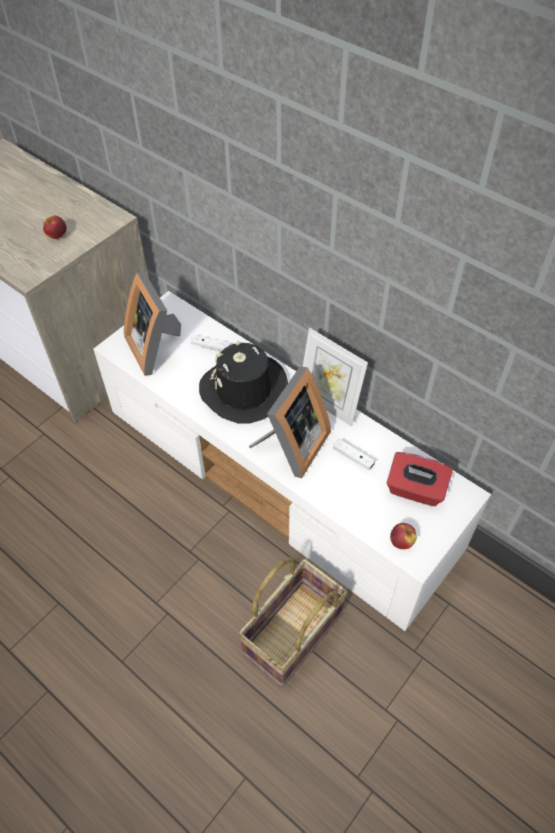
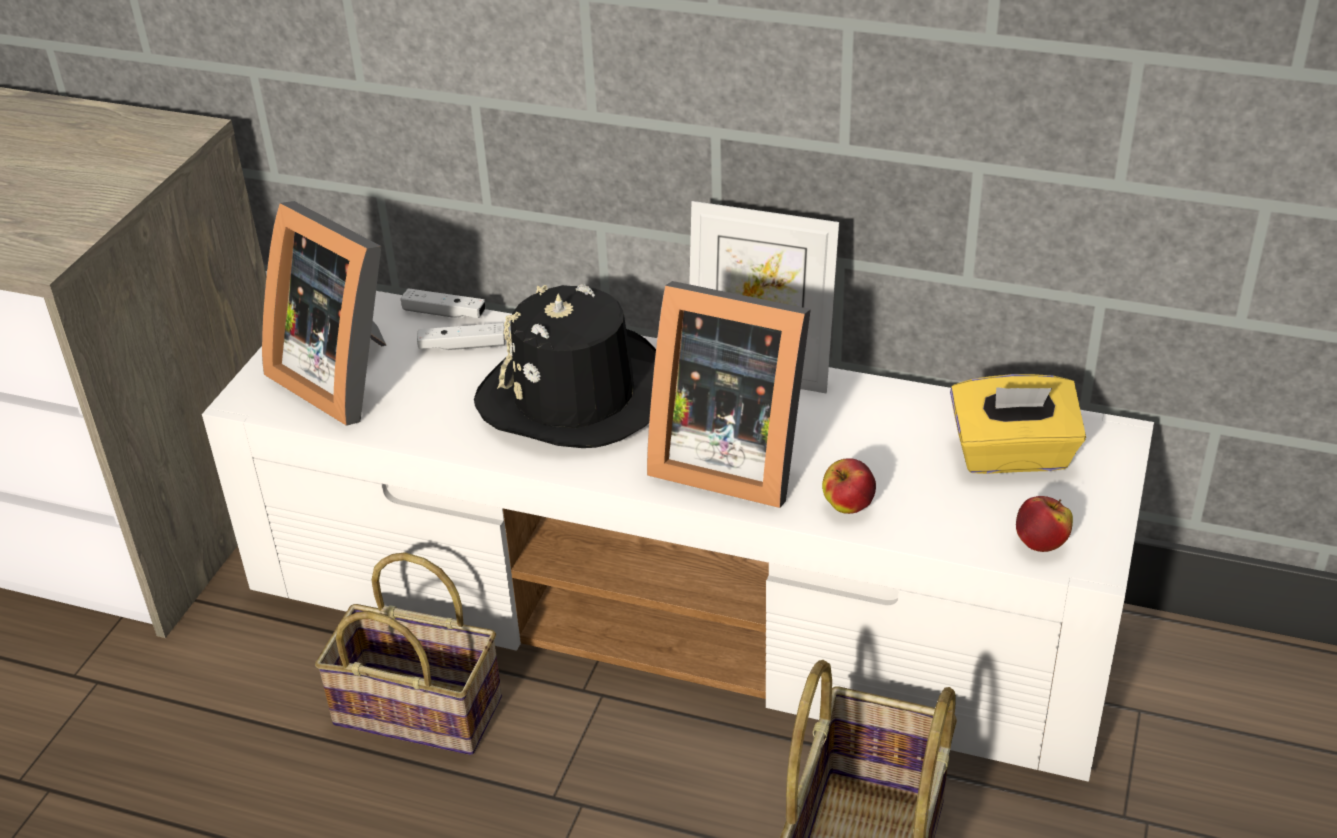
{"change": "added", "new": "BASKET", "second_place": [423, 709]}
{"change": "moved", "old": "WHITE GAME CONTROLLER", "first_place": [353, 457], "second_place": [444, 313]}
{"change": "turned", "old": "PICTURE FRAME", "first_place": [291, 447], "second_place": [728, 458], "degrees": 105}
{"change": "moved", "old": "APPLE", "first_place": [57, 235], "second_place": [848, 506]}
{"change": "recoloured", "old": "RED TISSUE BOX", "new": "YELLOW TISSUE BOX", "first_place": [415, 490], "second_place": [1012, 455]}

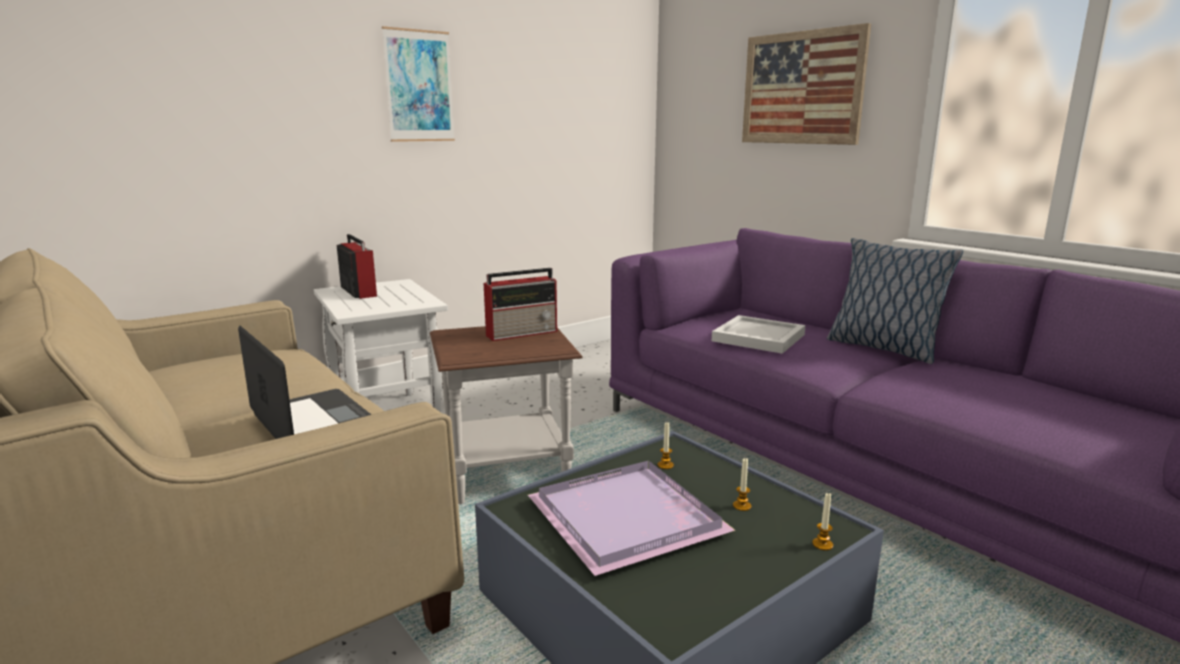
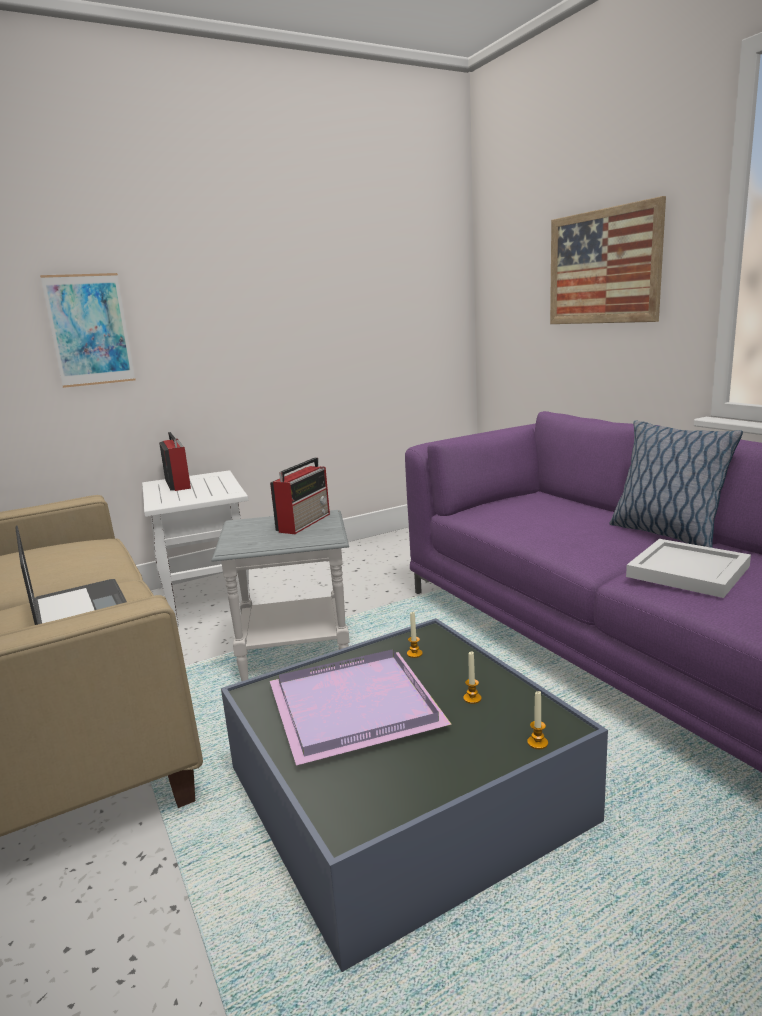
{"change": "moved", "old": "PICTURE", "first_place": [419, 86], "second_place": [89, 330]}
{"change": "recoloured", "old": "BROWN SIDE TABLE", "new": "GREY SIDE TABLE", "first_place": [508, 473], "second_place": [297, 654]}
{"change": "turned", "old": "RADIO", "first_place": [523, 333], "second_place": [305, 522], "degrees": -45}
{"change": "moved", "old": "WHITE TRAY", "first_place": [757, 338], "second_place": [686, 571]}

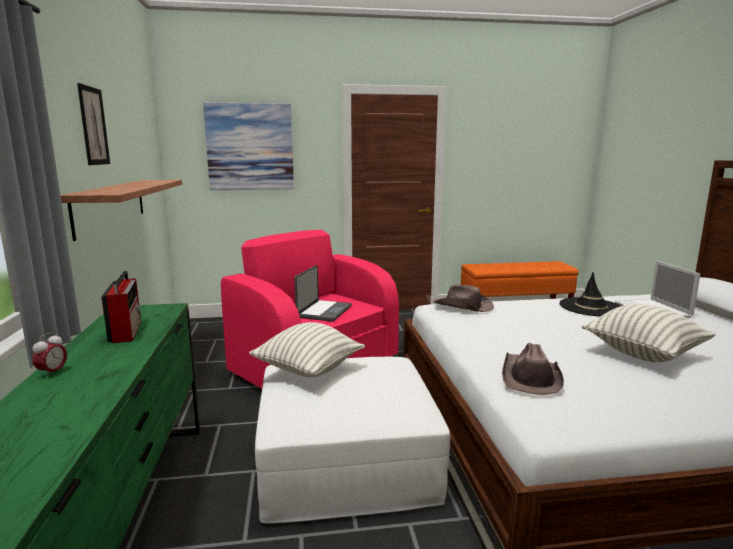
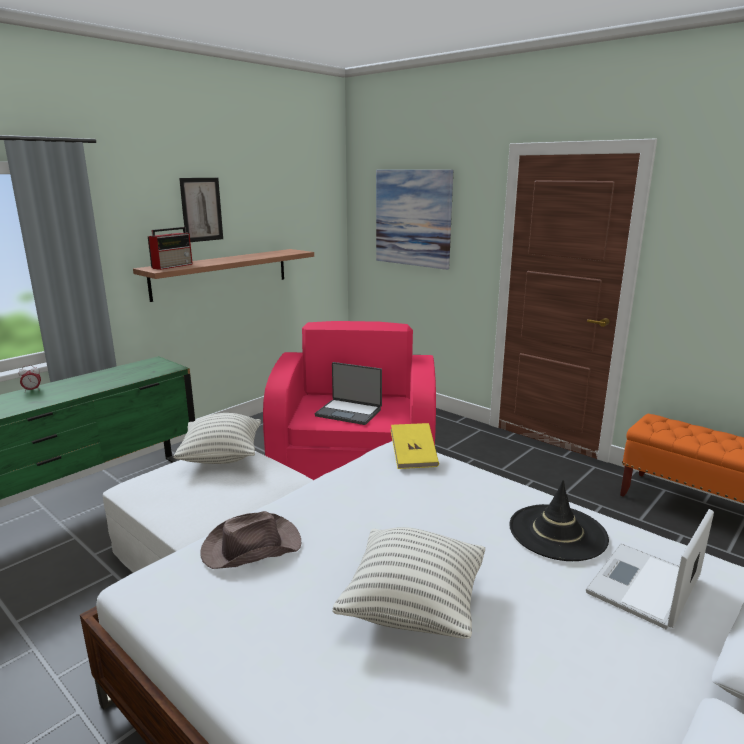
{"change": "moved", "old": "RADIO", "first_place": [126, 331], "second_place": [173, 266]}
{"change": "turned", "old": "LAPTOP", "first_place": [323, 311], "second_place": [349, 412], "degrees": 45}
{"change": "replaced", "old": "BROWN HAT", "new": "YELLOW BOOK", "first_place": [463, 306], "second_place": [413, 457]}

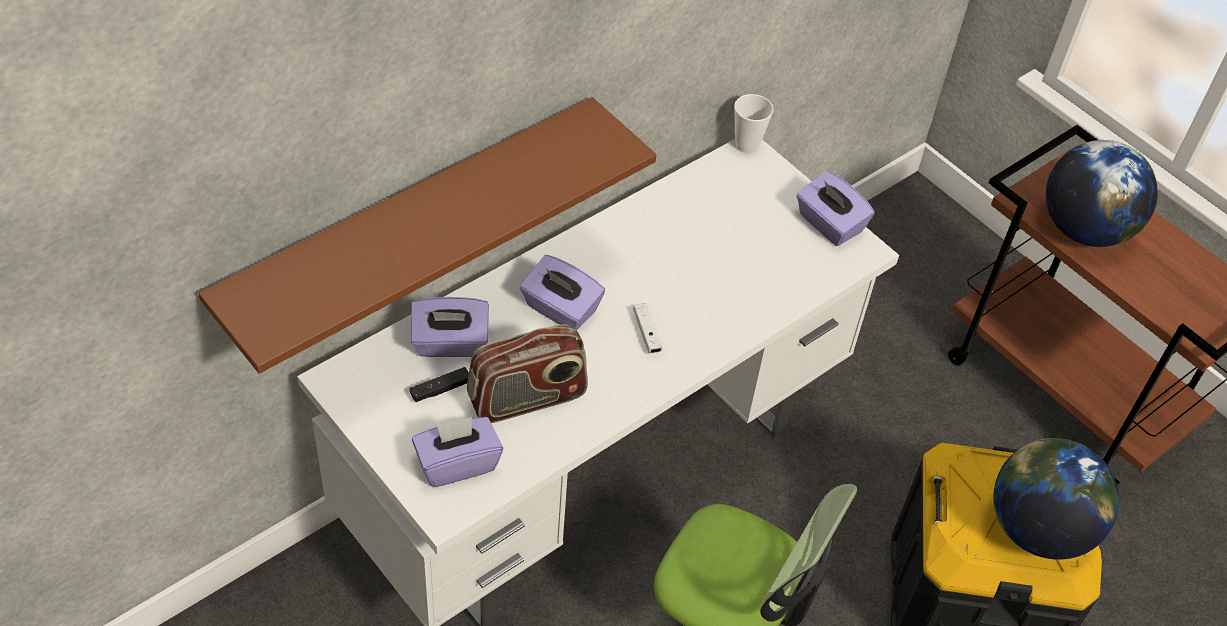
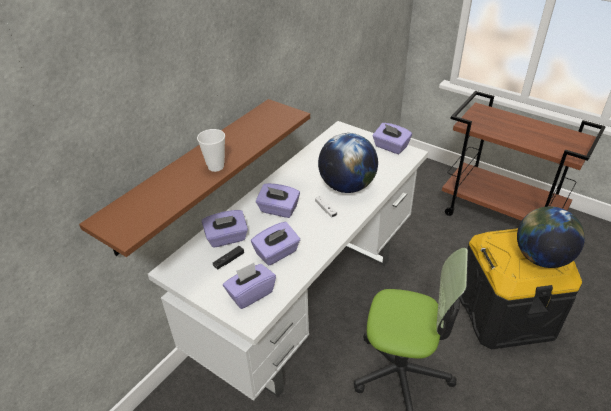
{"change": "moved", "old": "CUP", "first_place": [746, 145], "second_place": [216, 167]}
{"change": "replaced", "old": "RADIO", "new": "PURPLE TISSUE BOX", "first_place": [527, 398], "second_place": [277, 253]}
{"change": "moved", "old": "GLOBE", "first_place": [1084, 229], "second_place": [347, 186]}

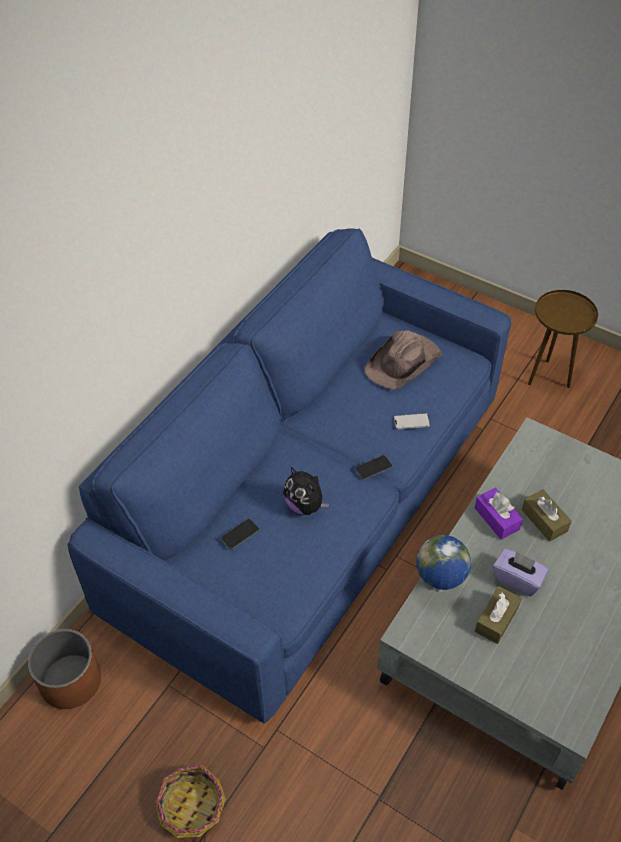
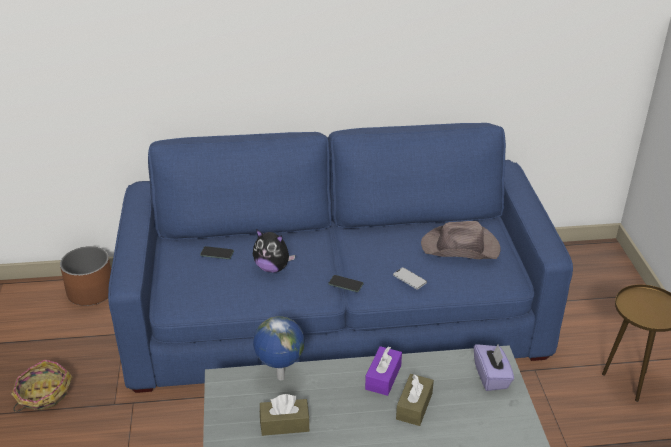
{"change": "turned", "old": "PLUSH TOY", "first_place": [305, 505], "second_place": [272, 268], "degrees": -75}
{"change": "moved", "old": "PURPLE TISSUE BOX", "first_place": [517, 579], "second_place": [491, 377]}

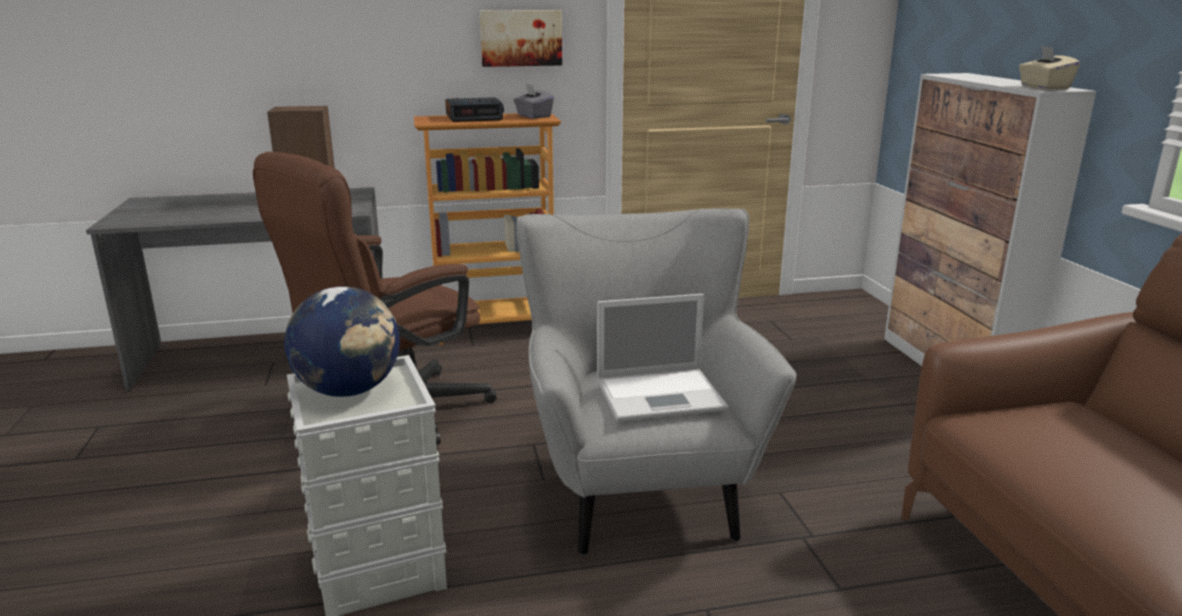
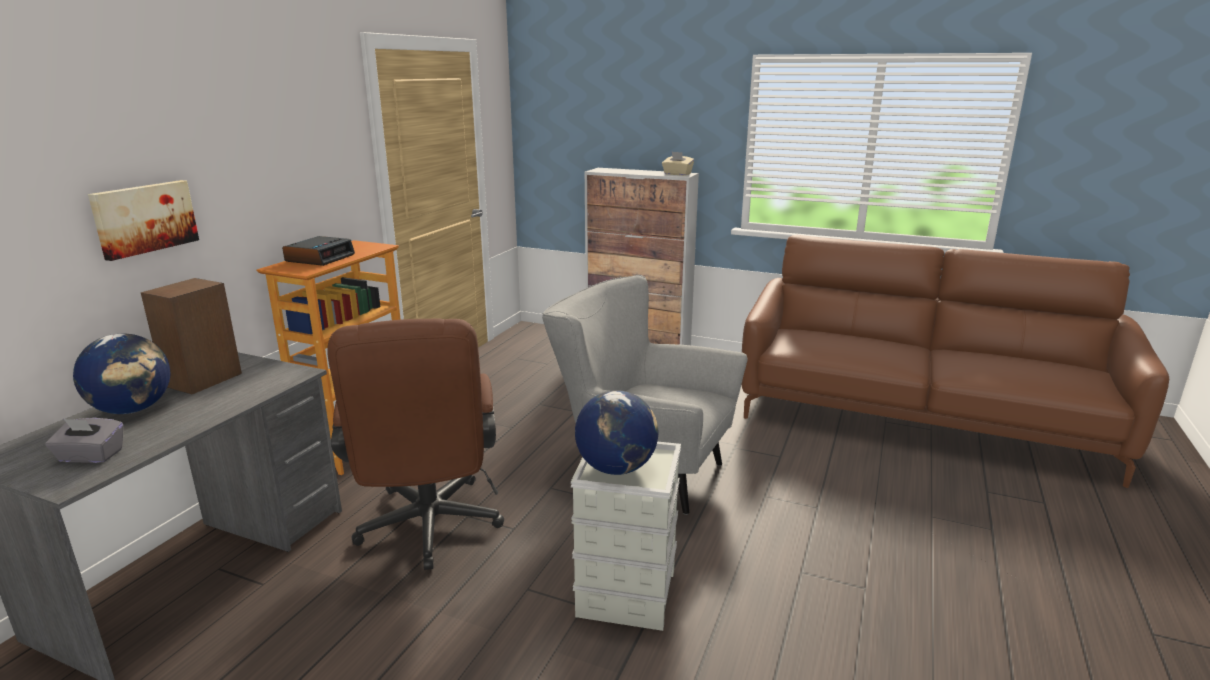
{"change": "moved", "old": "GREY TISSUE BOX", "first_place": [533, 116], "second_place": [90, 456]}
{"change": "added", "new": "GLOBE", "second_place": [133, 409]}
{"change": "moved", "old": "PICTURE", "first_place": [521, 38], "second_place": [144, 218]}
{"change": "removed", "old": "LAPTOP", "first_place": [662, 395]}

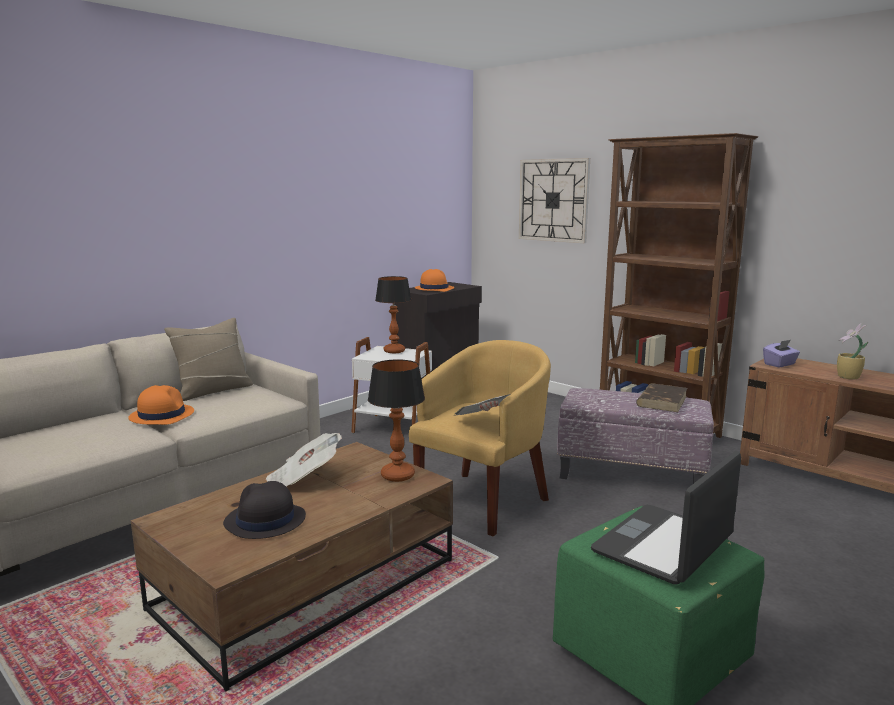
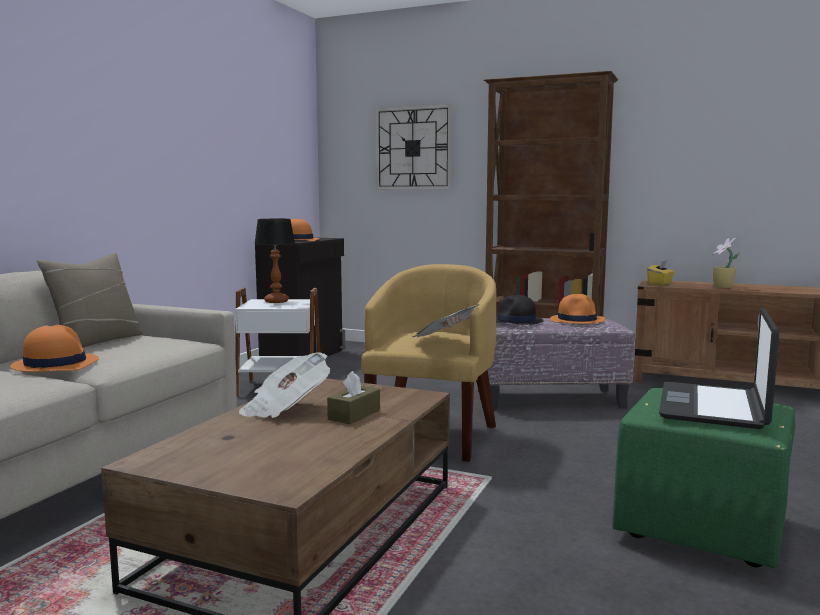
{"change": "added", "new": "BROWN TISSUE BOX", "second_place": [354, 415]}
{"change": "moved", "old": "BLACK HAT", "first_place": [264, 521], "second_place": [516, 321]}
{"change": "replaced", "old": "BROWN BOOK", "new": "ORANGE HAT", "first_place": [662, 401], "second_place": [577, 320]}
{"change": "recoloured", "old": "PURPLE TISSUE BOX", "new": "YELLOW TISSUE BOX", "first_place": [780, 364], "second_place": [660, 283]}
{"change": "removed", "old": "TABLE LAMP", "first_place": [397, 476]}

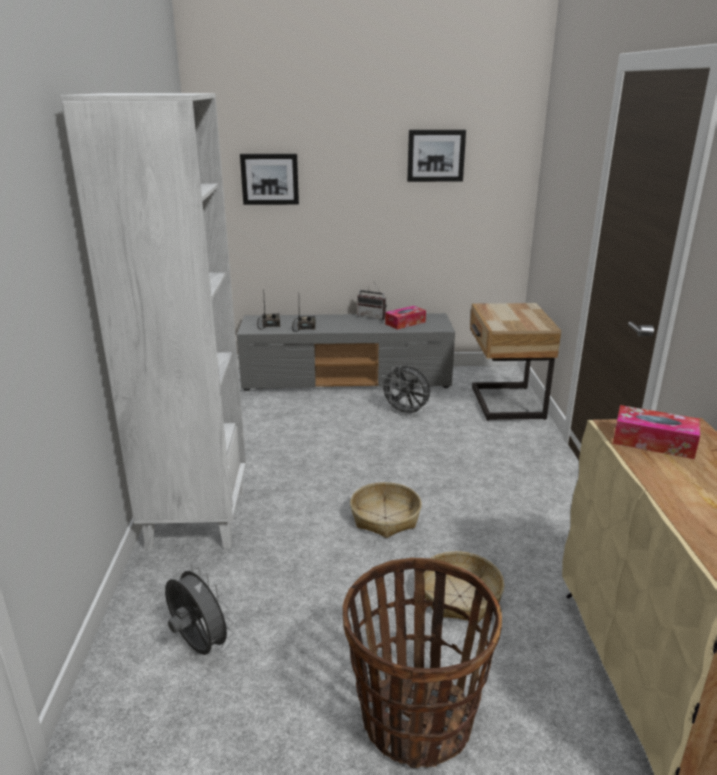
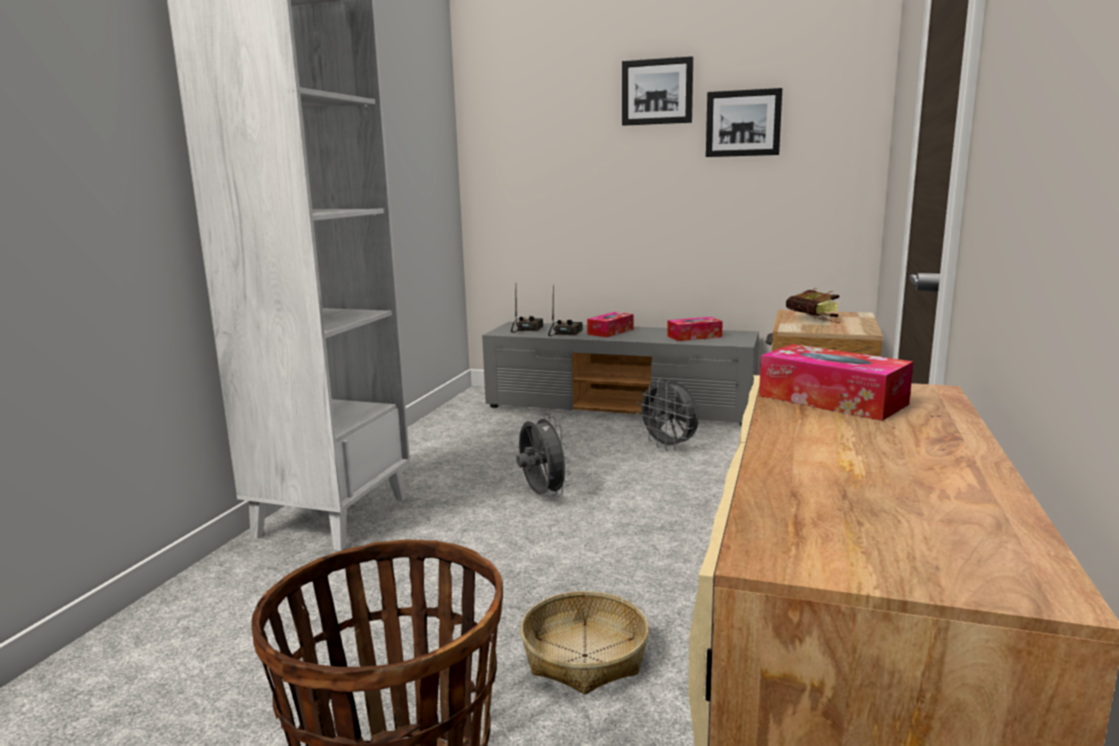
{"change": "moved", "old": "GREY FAN", "first_place": [199, 646], "second_place": [541, 495]}
{"change": "added", "new": "TISSUE BOX", "second_place": [610, 332]}
{"change": "moved", "old": "PICTURE", "first_place": [270, 179], "second_place": [657, 92]}
{"change": "added", "new": "BOOK", "second_place": [815, 320]}
{"change": "removed", "old": "BASKET", "first_place": [385, 517]}
{"change": "removed", "old": "RADIO", "first_place": [373, 316]}

